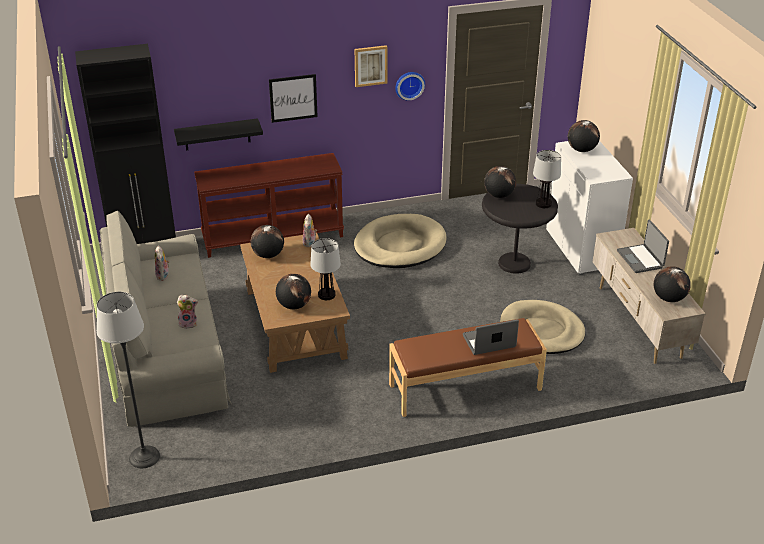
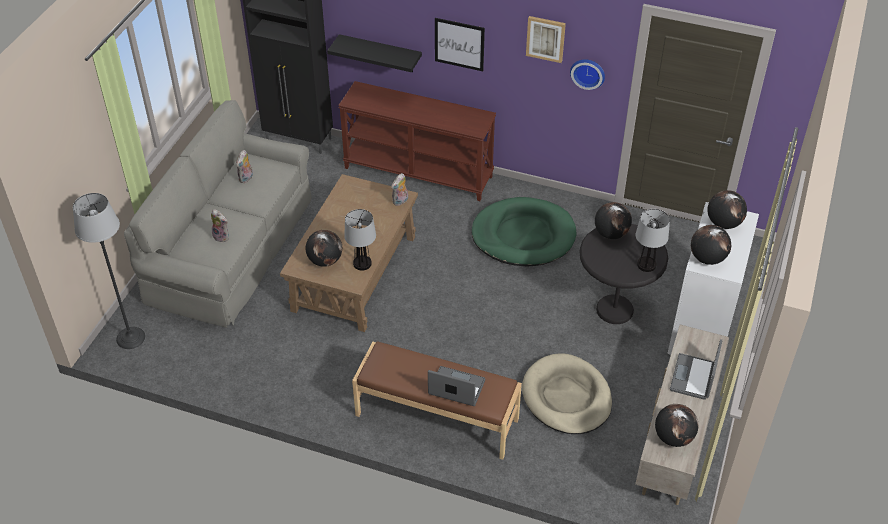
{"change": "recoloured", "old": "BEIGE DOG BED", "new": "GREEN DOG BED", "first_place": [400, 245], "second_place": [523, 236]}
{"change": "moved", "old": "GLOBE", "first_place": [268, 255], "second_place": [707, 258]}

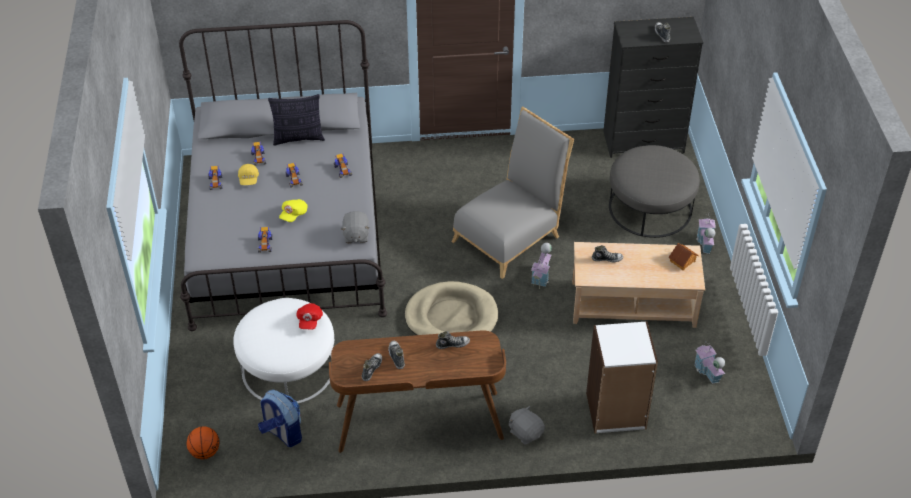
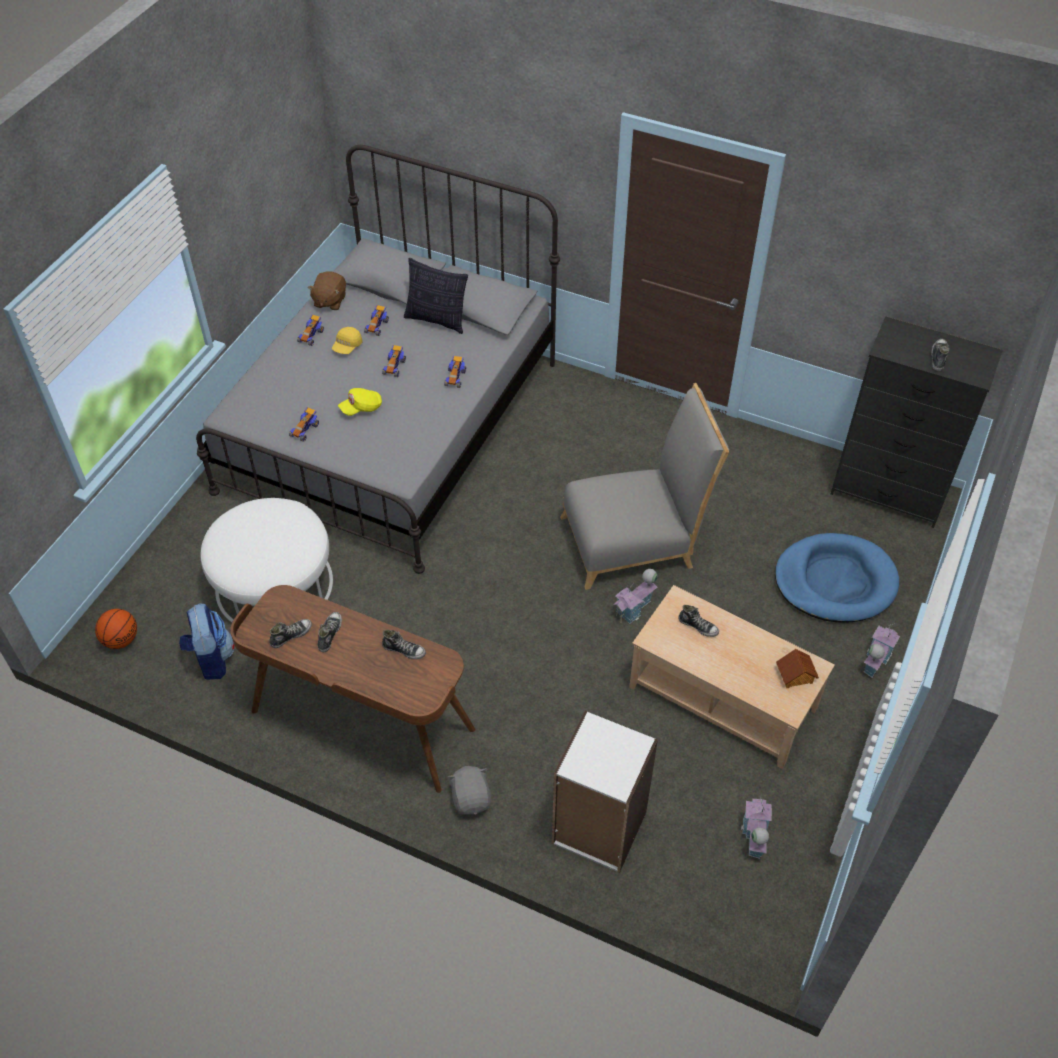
{"change": "added", "new": "BROWN PLUSH TOY", "second_place": [329, 301]}
{"change": "replaced", "old": "GREY OTTOMAN", "new": "BLUE DOG BED", "first_place": [650, 208], "second_place": [835, 581]}
{"change": "removed", "old": "RED CAP", "first_place": [309, 321]}
{"change": "removed", "old": "GREY PLUSH TOY", "first_place": [356, 235]}
{"change": "removed", "old": "BEIGE DOG BED", "first_place": [451, 317]}

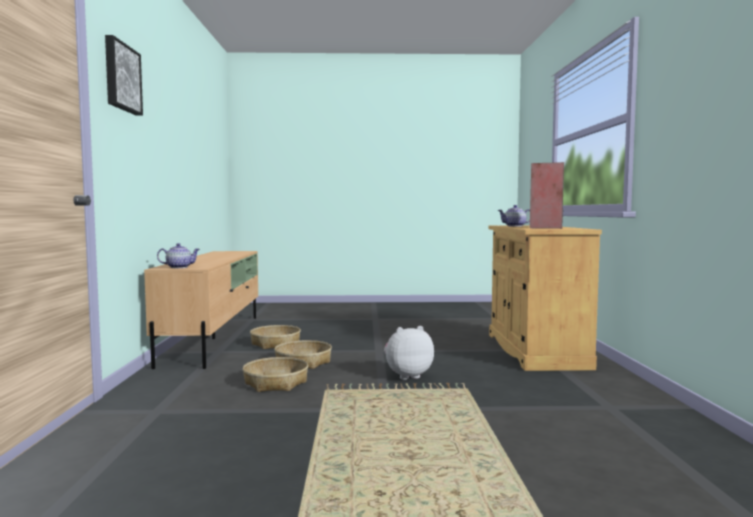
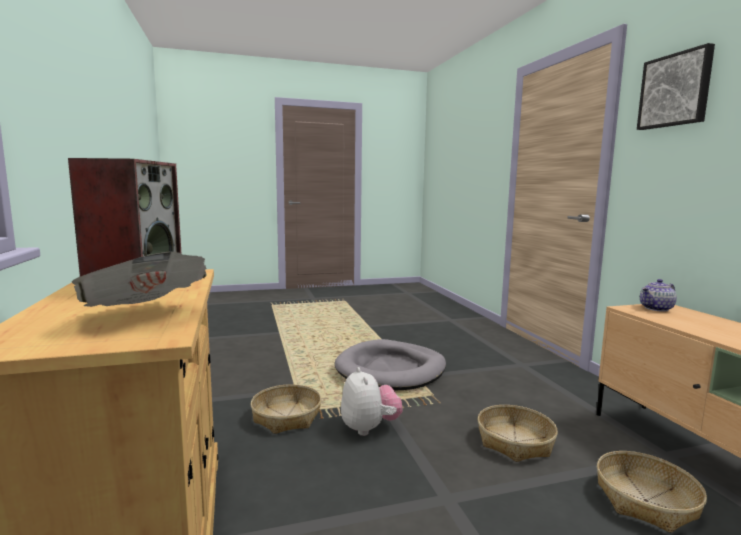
{"change": "replaced", "old": "TEAPOT", "new": "NEWSPAPER", "first_place": [515, 226], "second_place": [146, 315]}
{"change": "moved", "old": "BASKET", "first_place": [276, 383], "second_place": [286, 417]}
{"change": "added", "new": "GREY DOG BED", "second_place": [391, 370]}
{"change": "turned", "old": "PLUSH TOY", "first_place": [407, 376], "second_place": [369, 428], "degrees": -75}

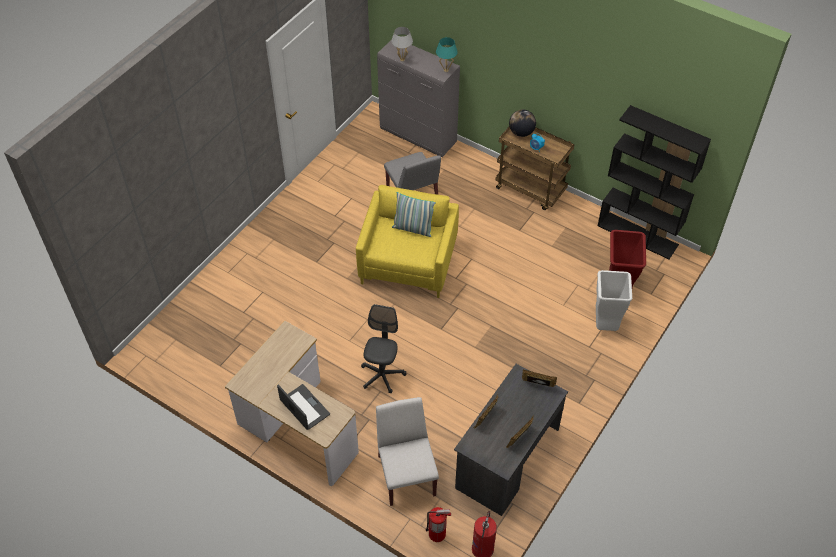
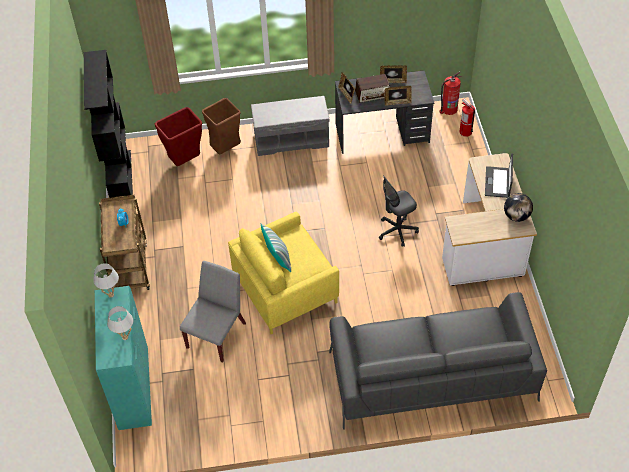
{"change": "recoloured", "old": "TURQUOISE TABLE LAMP", "new": "WHITE TABLE LAMP", "first_place": [446, 70], "second_place": [111, 295]}
{"change": "recoloured", "old": "GREY CABINET", "new": "TURQUOISE CABINET", "first_place": [418, 136], "second_place": [134, 389]}
{"change": "recoloured", "old": "WHITE TRASH CAN", "new": "BROWN TRASH CAN", "first_place": [605, 323], "second_place": [226, 150]}
{"change": "added", "new": "GREY BENCH", "second_place": [292, 139]}
{"change": "added", "new": "GREY SOFA", "second_place": [432, 375]}
{"change": "added", "new": "RADIO", "second_place": [373, 94]}
{"change": "moved", "old": "GLOBE", "first_place": [521, 132], "second_place": [516, 216]}
{"change": "removed", "old": "WHITE CHAIR", "first_place": [406, 474]}

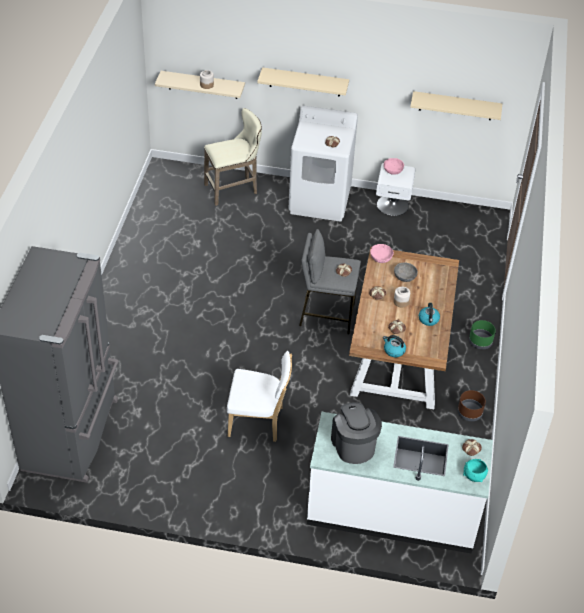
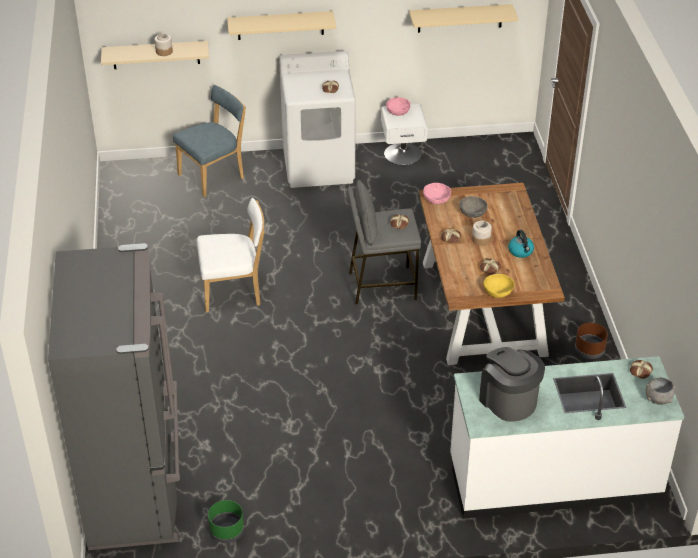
{"change": "replaced", "old": "BEIGE STOOL", "new": "BLUE CHAIR", "first_place": [234, 189], "second_place": [214, 176]}
{"change": "moved", "old": "WHITE CHAIR", "first_place": [258, 422], "second_place": [234, 292]}
{"change": "moved", "old": "GREEN PLANTER", "first_place": [480, 342], "second_place": [227, 531]}
{"change": "replaced", "old": "KETTLE", "new": "YELLOW BOWL", "first_place": [393, 350], "second_place": [498, 292]}
{"change": "recoloured", "old": "TURQUOISE BOWL", "new": "GREY BOWL", "first_place": [474, 475], "second_place": [658, 399]}

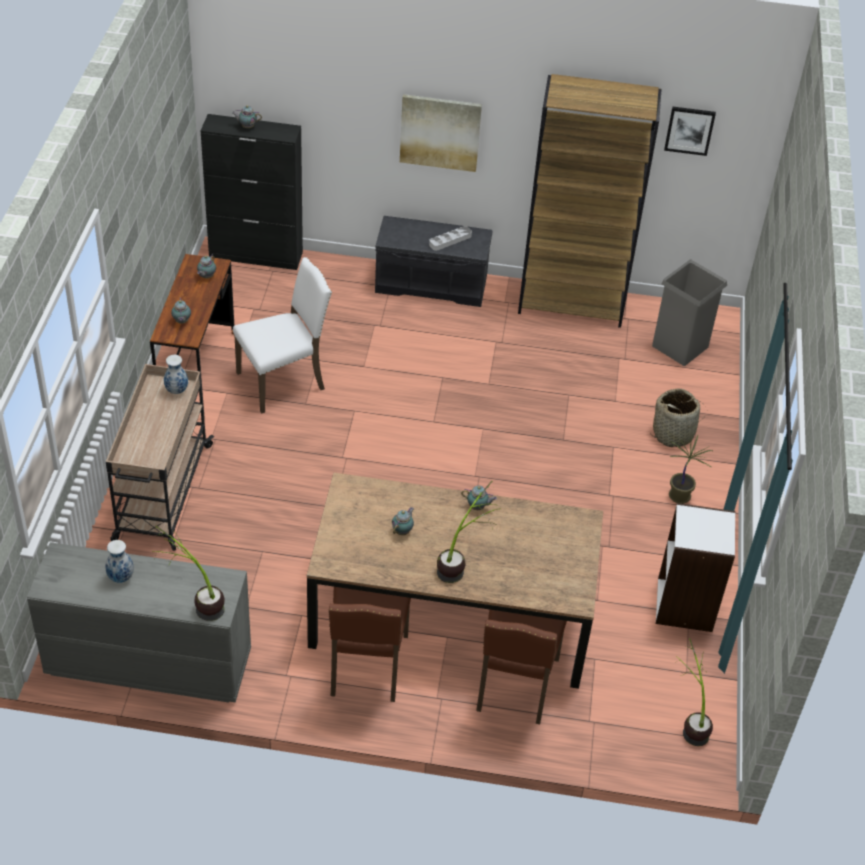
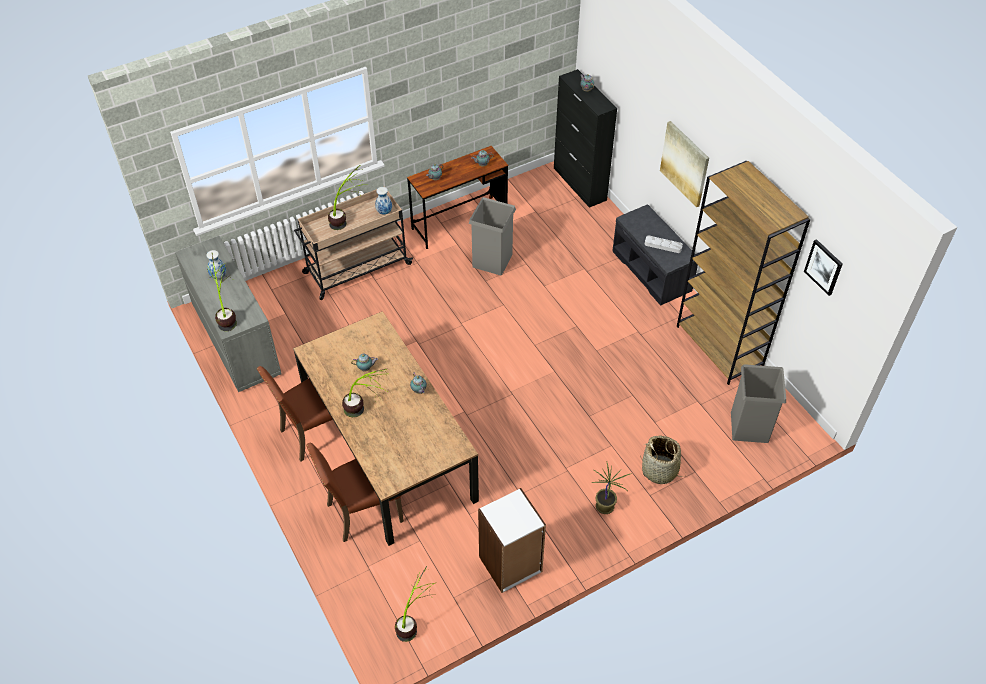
{"change": "added", "new": "POTTED PLANT", "second_place": [347, 219]}
{"change": "replaced", "old": "WHITE CHAIR", "new": "GREY TRASH CAN", "first_place": [283, 381], "second_place": [492, 260]}

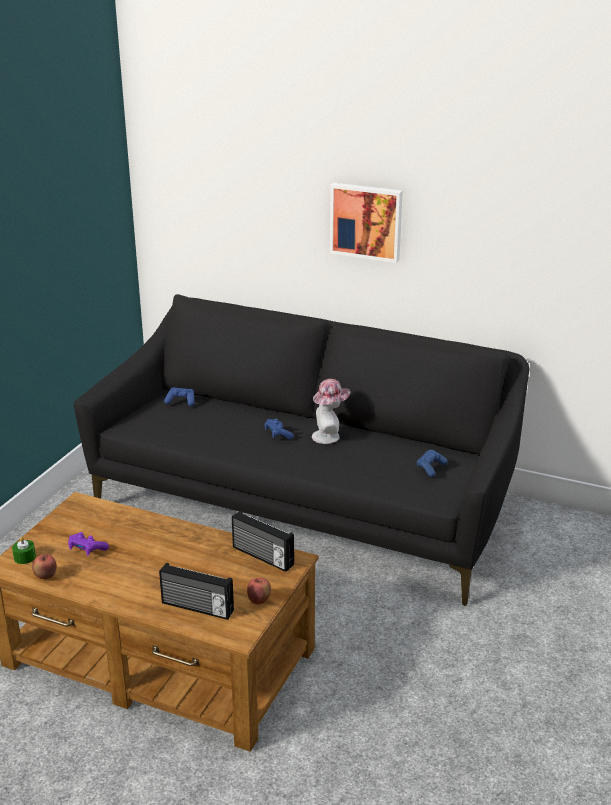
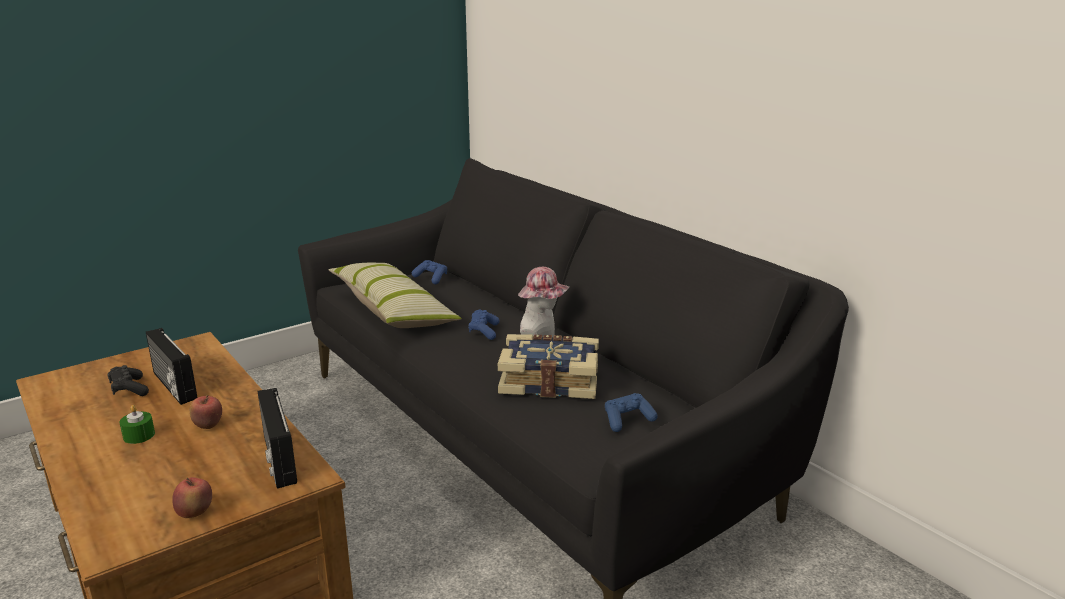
{"change": "recoloured", "old": "PURPLE GAME CONTROLLER", "new": "BLACK GAME CONTROLLER", "first_place": [87, 549], "second_place": [129, 389]}
{"change": "moved", "old": "GREEN CANDLE", "first_place": [24, 557], "second_place": [139, 435]}
{"change": "moved", "old": "RADIO", "first_place": [197, 608], "second_place": [173, 386]}
{"change": "moved", "old": "APPLE", "first_place": [46, 577], "second_place": [208, 426]}
{"change": "added", "new": "PILLOW", "second_place": [393, 311]}
{"change": "added", "new": "BOOK", "second_place": [549, 380]}
{"change": "removed", "old": "PICTURE", "first_place": [366, 221]}

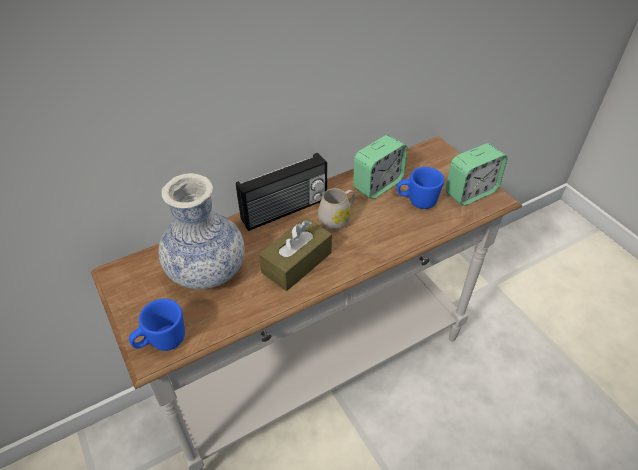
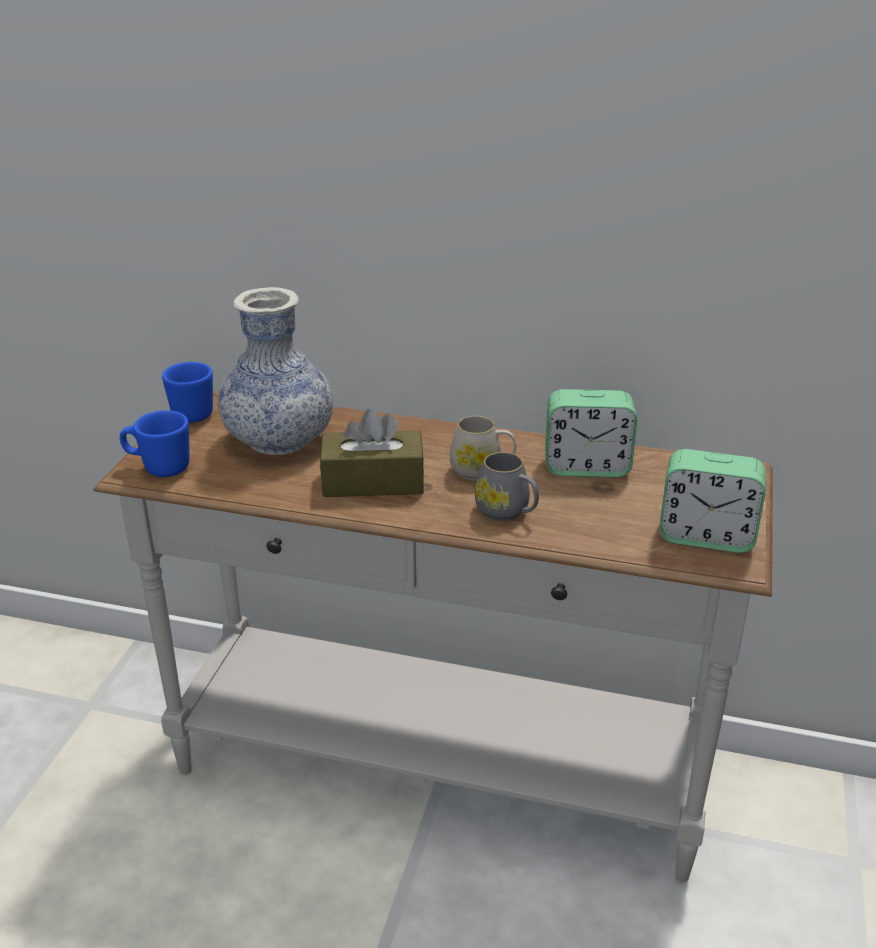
{"change": "moved", "old": "BLUE MUG", "first_place": [416, 201], "second_place": [188, 412]}
{"change": "added", "new": "GREY MUG", "second_place": [507, 512]}
{"change": "removed", "old": "RADIO", "first_place": [285, 211]}

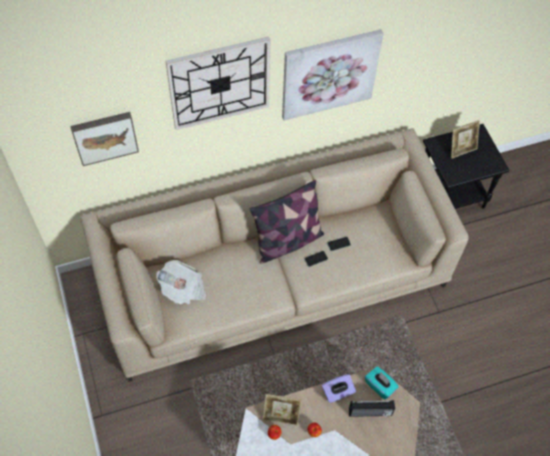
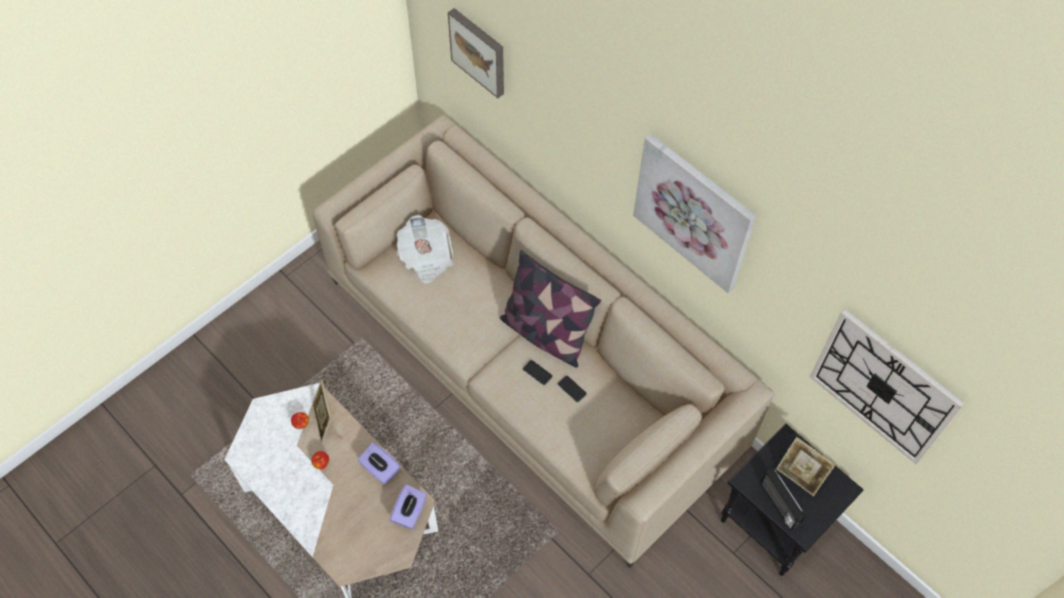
{"change": "recoloured", "old": "TURQUOISE TISSUE BOX", "new": "PURPLE TISSUE BOX", "first_place": [380, 386], "second_place": [410, 512]}
{"change": "moved", "old": "RADIO", "first_place": [370, 413], "second_place": [778, 505]}
{"change": "moved", "old": "WALL CLOCK", "first_place": [219, 83], "second_place": [883, 387]}

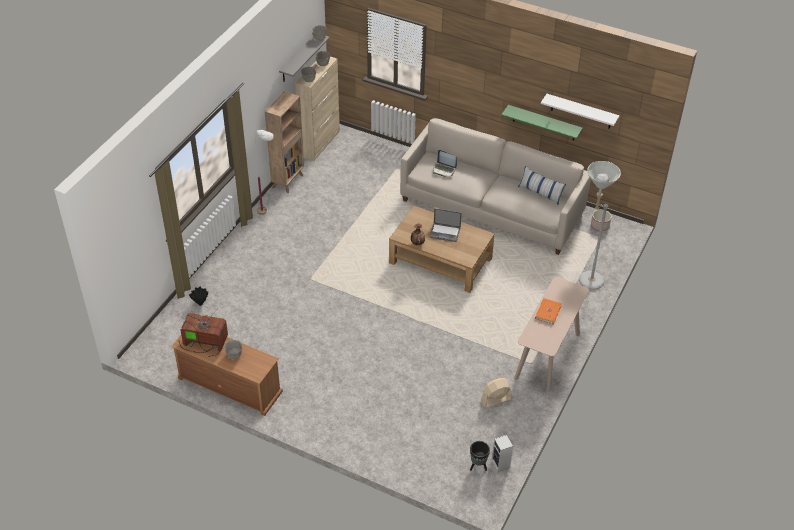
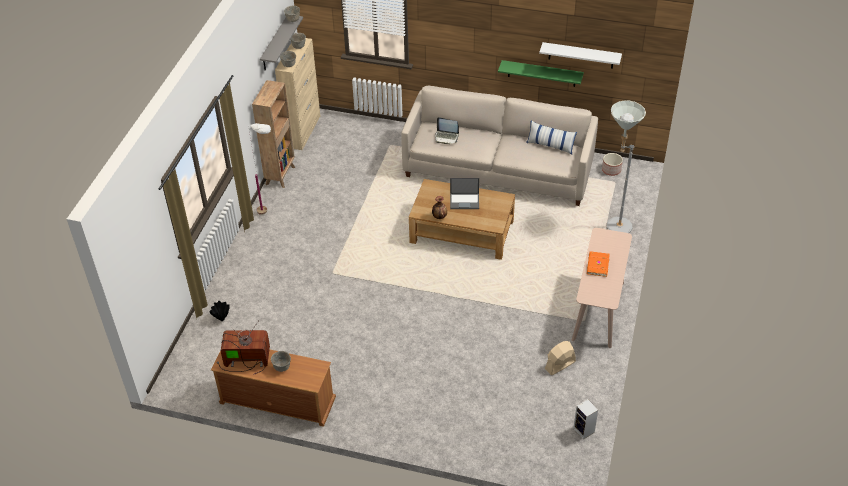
{"change": "removed", "old": "BLACK PLANTER", "first_place": [478, 466]}

